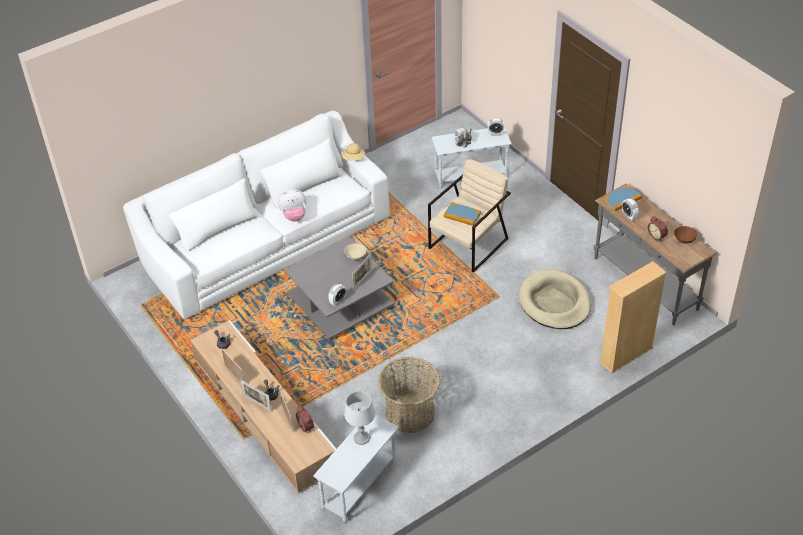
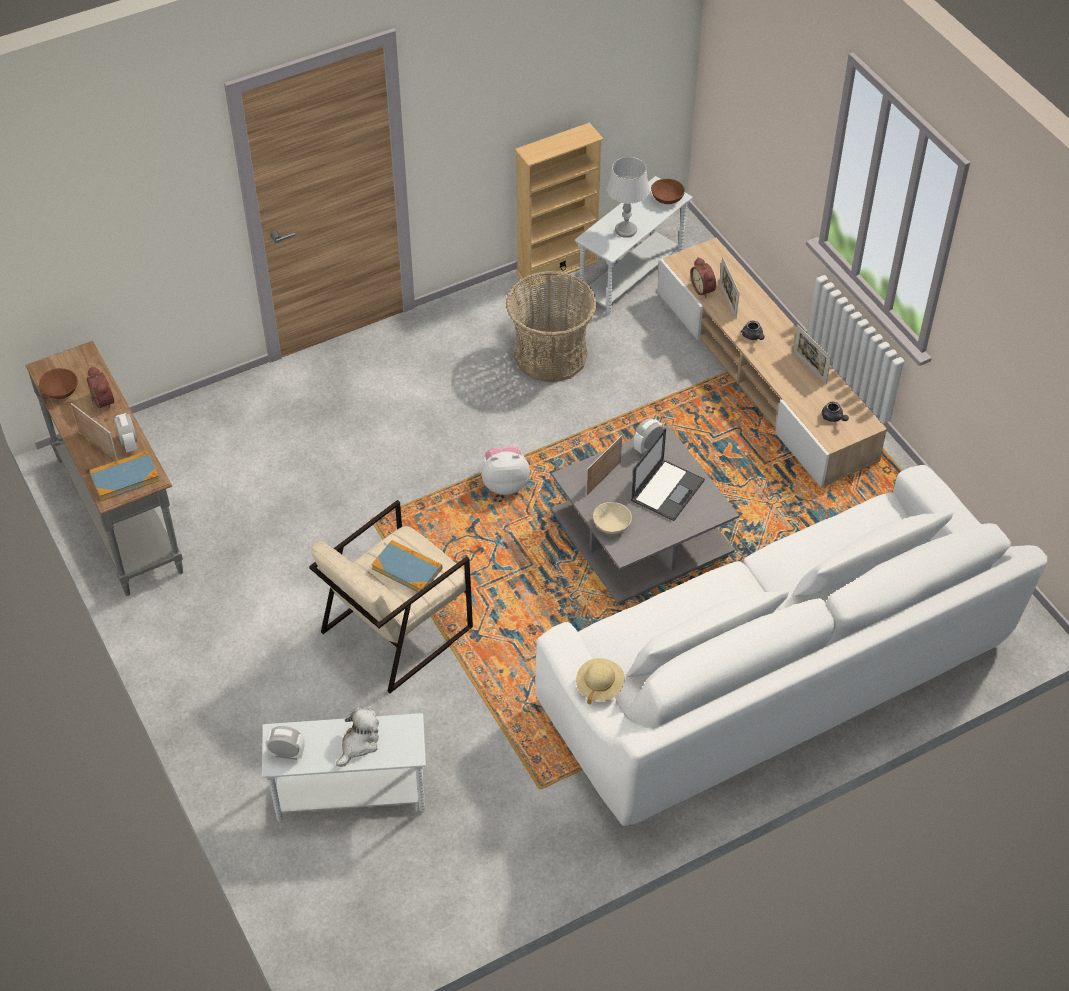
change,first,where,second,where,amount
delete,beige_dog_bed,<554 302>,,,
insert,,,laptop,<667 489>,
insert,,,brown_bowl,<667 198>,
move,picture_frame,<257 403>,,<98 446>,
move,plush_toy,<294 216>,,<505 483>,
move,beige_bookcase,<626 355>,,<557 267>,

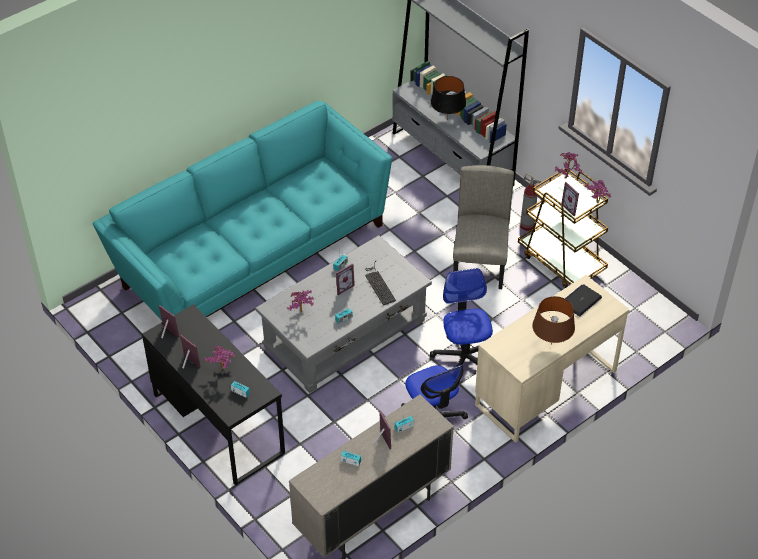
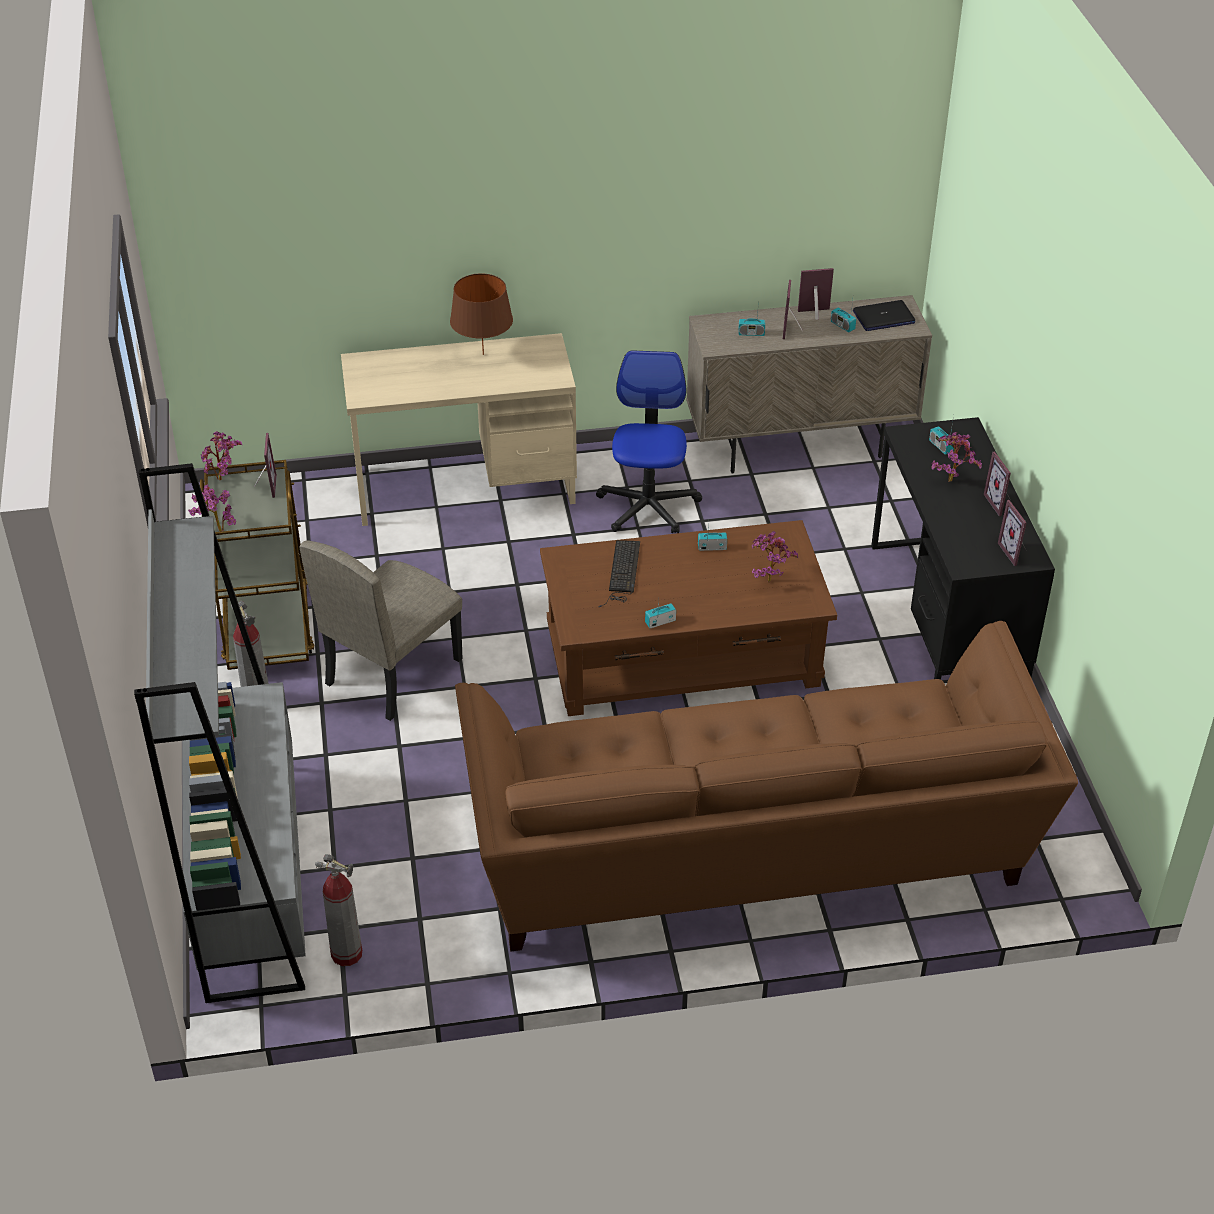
change,first,where,second,where,amount
delete,office_chair,<464 357>,,,
delete,black_table_lamp,<447 120>,,,
insert,,,fire_extinguisher,<346 953>,
move,picture_frame,<342 287>,,<815 314>,
move,laptop,<581 300>,,<883 317>,
recolor,turquoise_sofa,<251 251>,brown_sofa,<748 854>,
recolor,grey_coffee_table,<346 334>,brown_coffee_table,<681 656>,

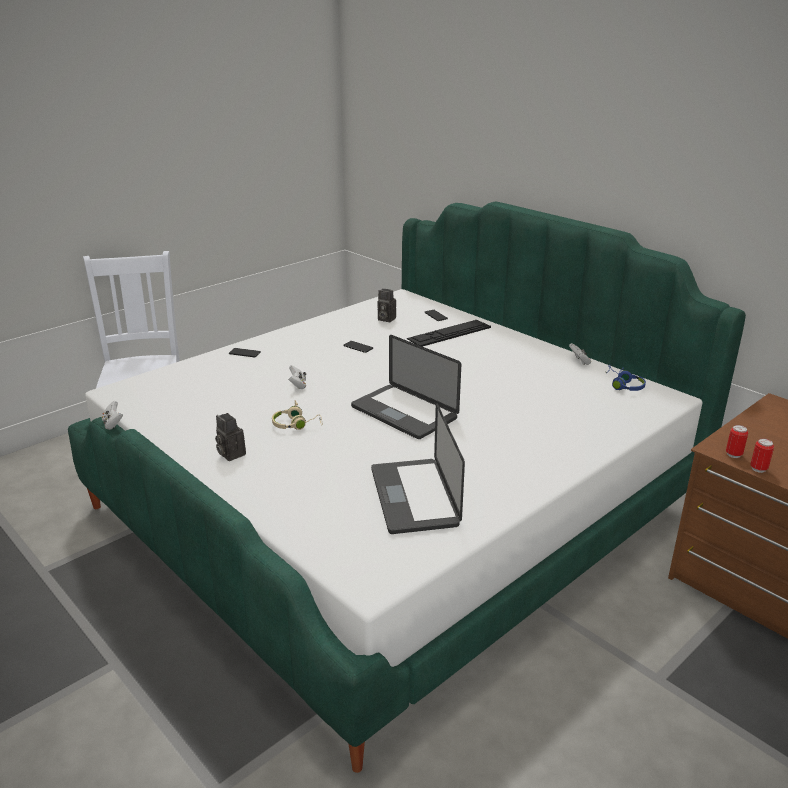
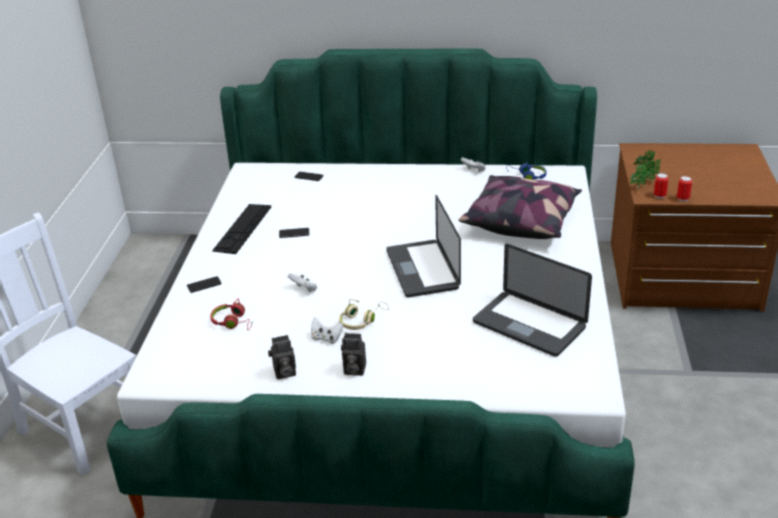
change,first,where,second,where,amount
insert,,,red_headphones,<233 322>,
insert,,,pillow,<521 221>,
insert,,,potted_plant,<641 186>,
move,white_game_controller,<113 424>,,<326 338>,
move,photo_camera,<385 319>,,<283 373>,
move,keyboard,<449 333>,,<242 228>,
rotate,laptop,<404 413>,,<422 270>,75 degrees clockwise

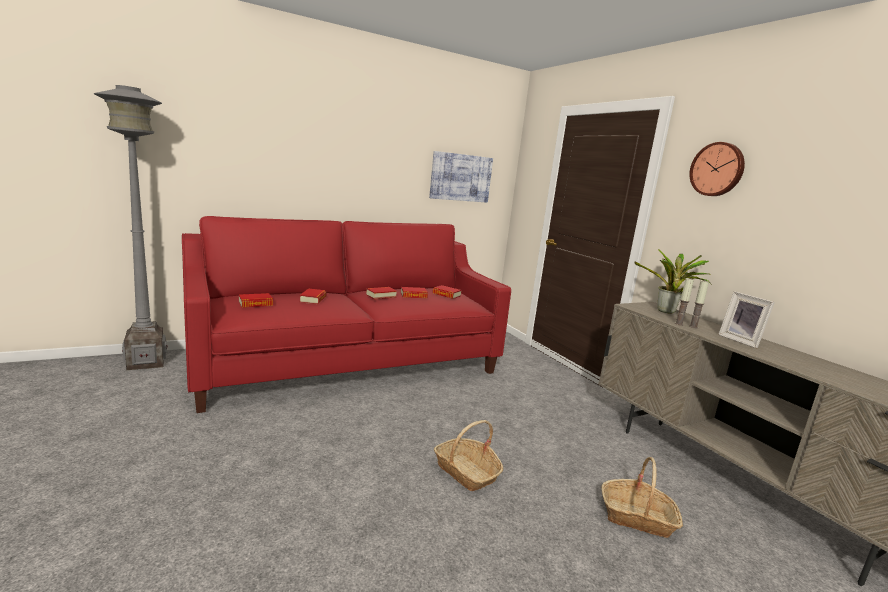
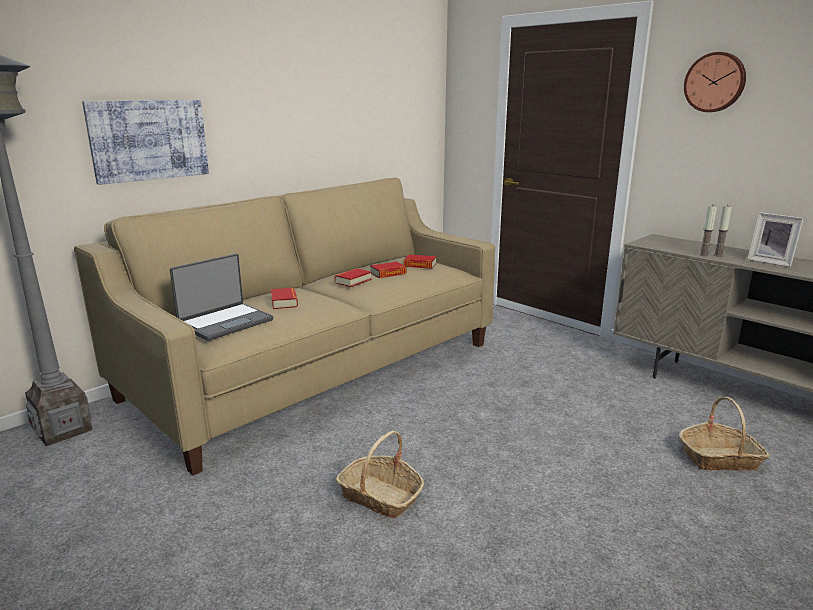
change,first,where,second,where,amount
delete,potted_plant,<667 312>,,,
move,picture,<460 177>,,<149 140>,
move,basket,<466 472>,,<380 496>,
replace,book,<255 304>,laptop,<225 322>,
recolor,red_sofa,<347 362>,beige_sofa,<316 370>,

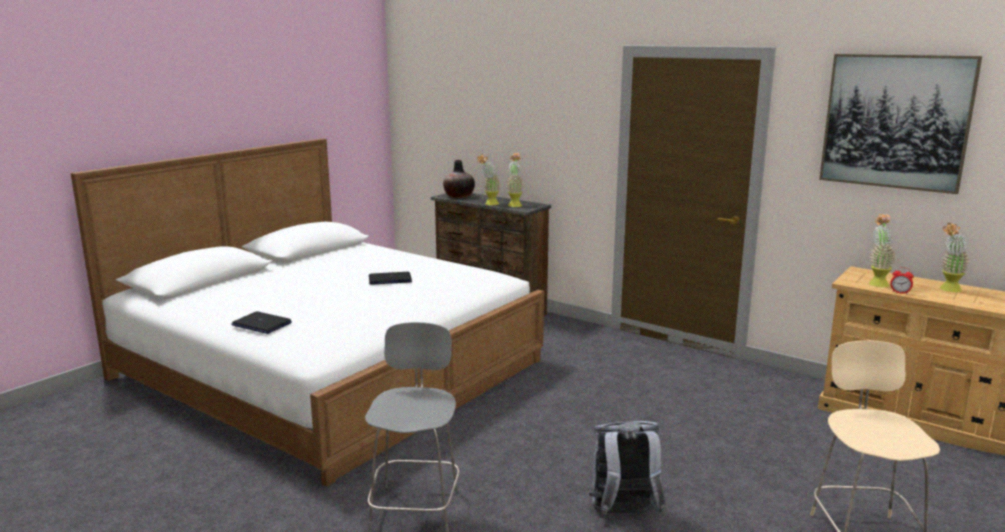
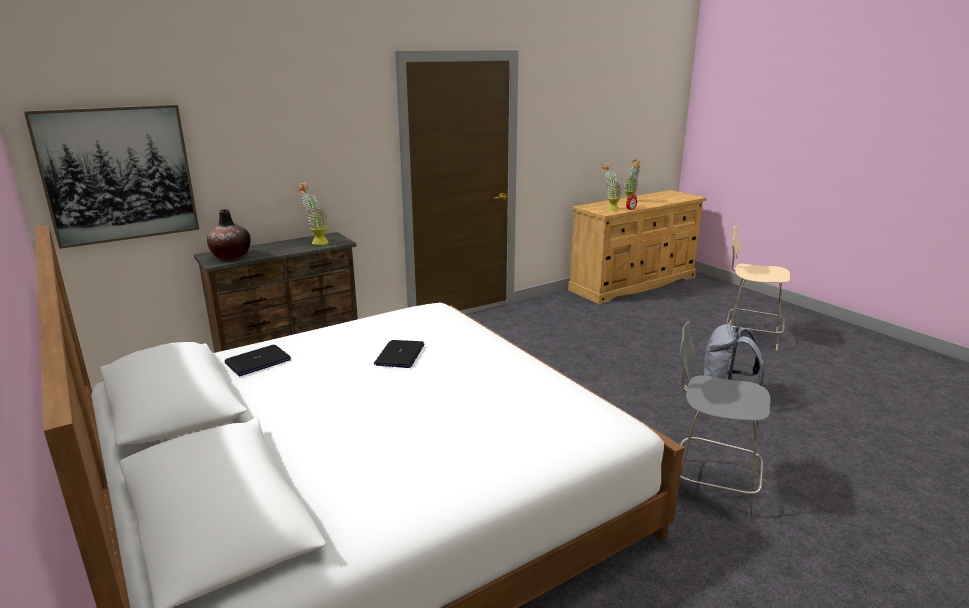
change,first,where,second,where,amount
delete,potted_plant,<489 204>,,,
move,laptop,<261 324>,,<258 362>,
move,picture,<895 121>,,<118 174>,

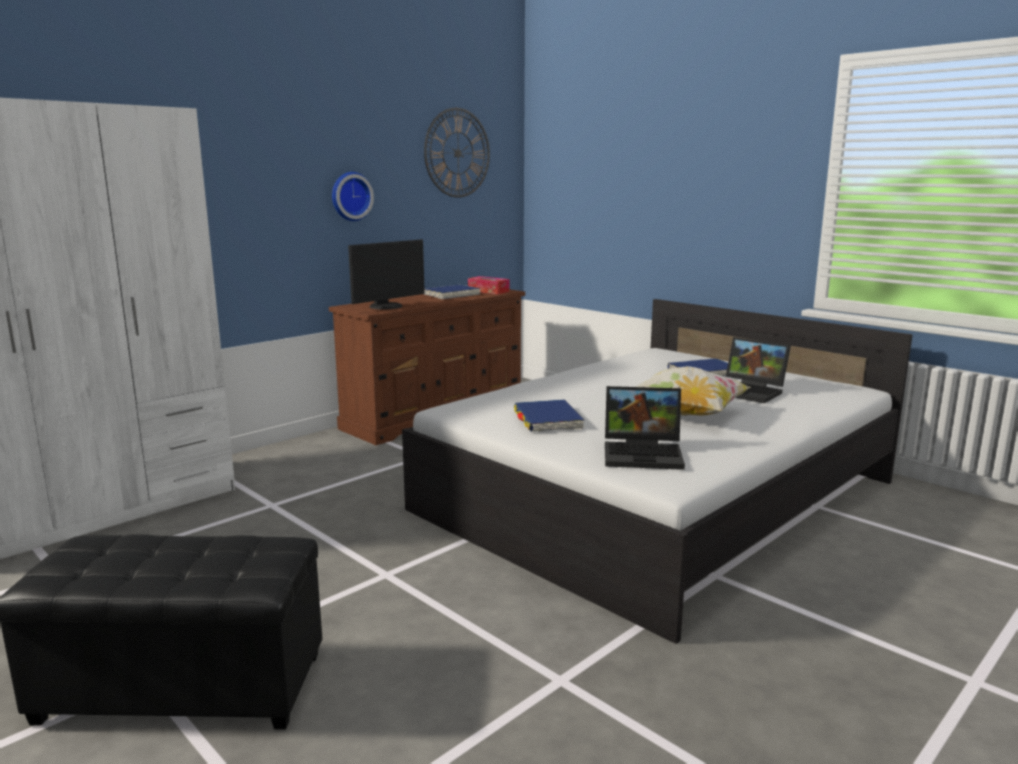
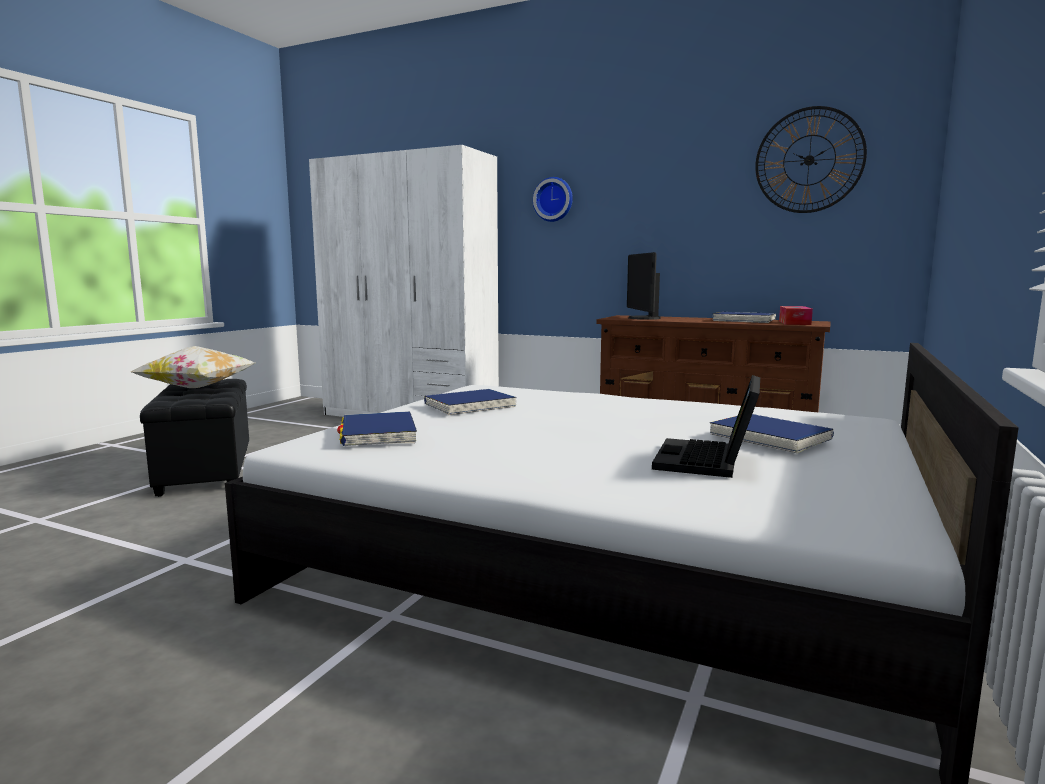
change,first,where,second,where,amount
move,wall_clock,<350 196>,,<554 199>,
move,pillow,<686 414>,,<198 387>,
replace,laptop,<644 454>,blue_book,<378 434>,
rotate,monitor,<387 307>,,<642 318>,60 degrees clockwise

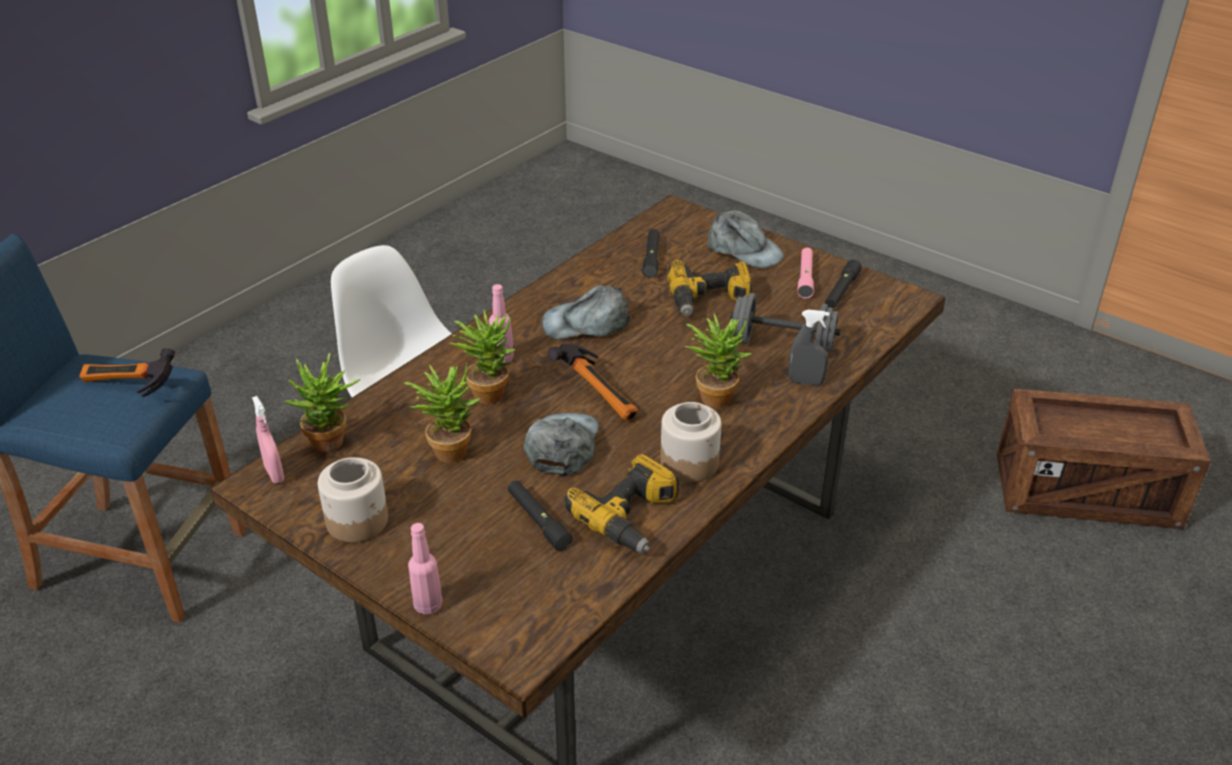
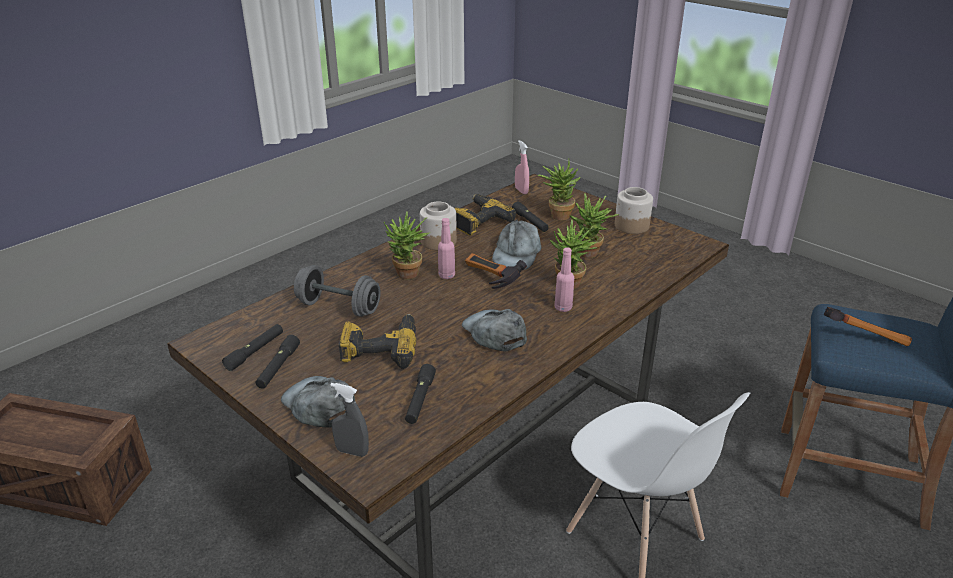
change,first,where,second,where,amount
move,pink_spray_bottle,<274 474>,,<521 191>,
move,potted_plant,<331 445>,,<557 214>,
move,pink_bottle,<428 605>,,<446 275>,
move,grey_spray_bottle,<806 382>,,<352 451>,
recolor,pink_flashlight,<805 278>,black_flashlight,<278 367>,
rotate,grey_cap,<586 323>,,<494 333>,120 degrees counterclockwise

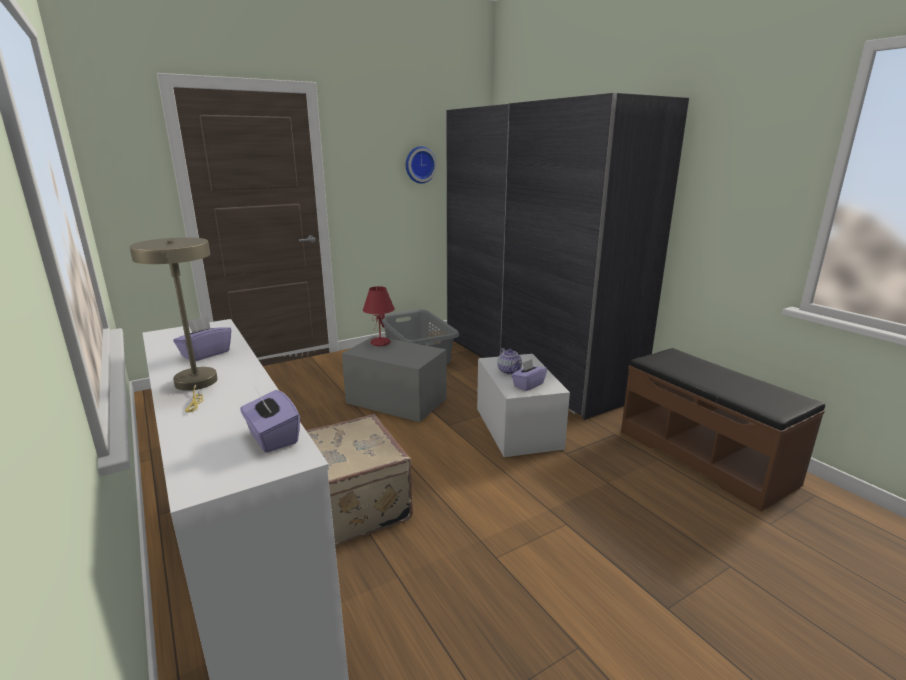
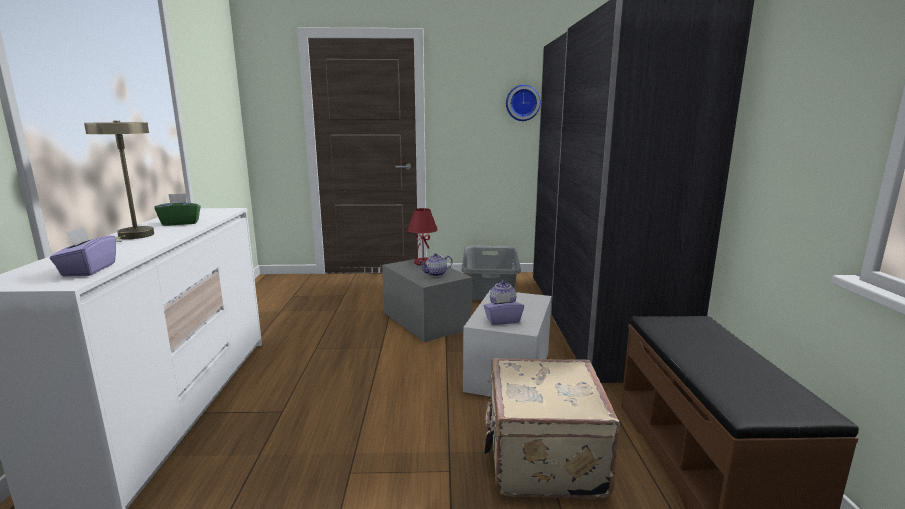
change,first,where,second,where,amount
insert,,,teapot,<436 274>,
move,beige_suitcase,<351 507>,,<542 458>,
recolor,purple_tissue_box,<205 354>,green_tissue_box,<180 223>,

